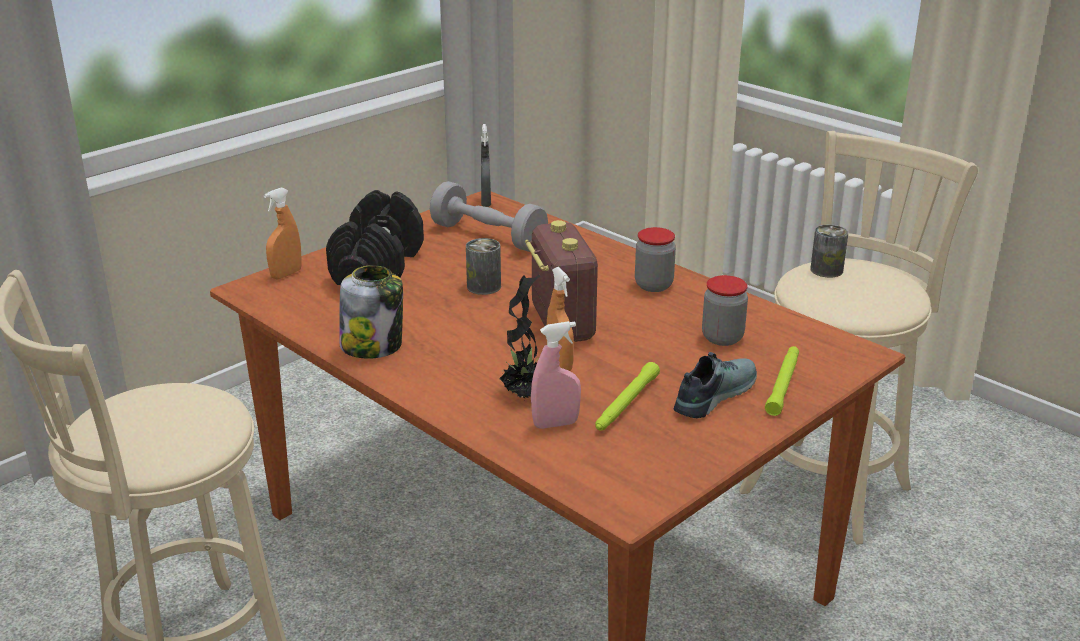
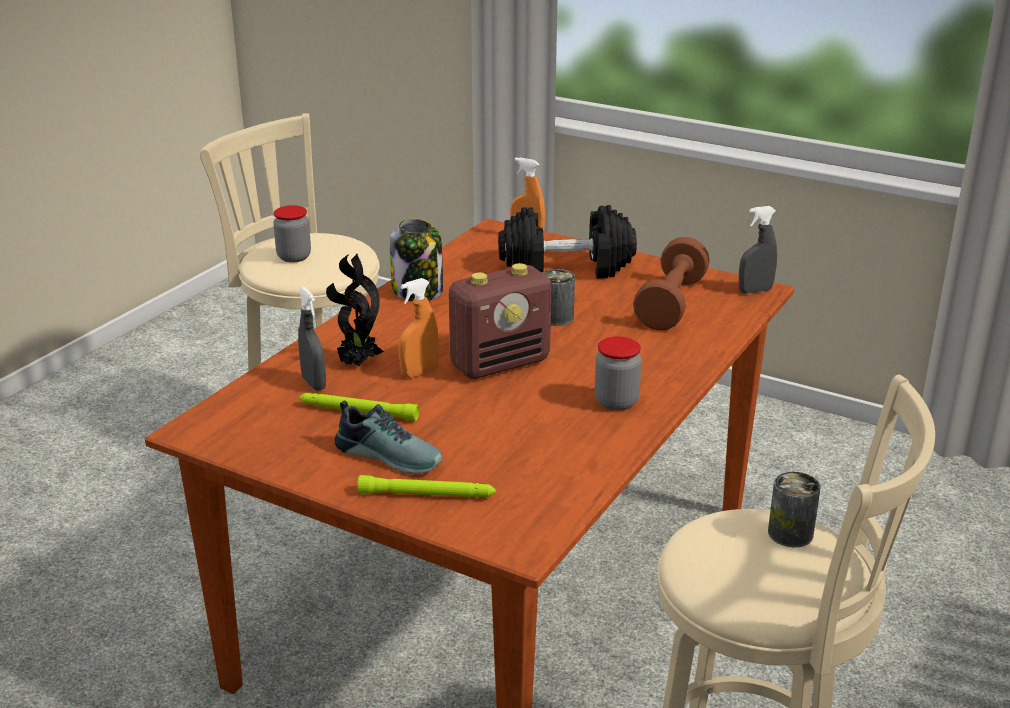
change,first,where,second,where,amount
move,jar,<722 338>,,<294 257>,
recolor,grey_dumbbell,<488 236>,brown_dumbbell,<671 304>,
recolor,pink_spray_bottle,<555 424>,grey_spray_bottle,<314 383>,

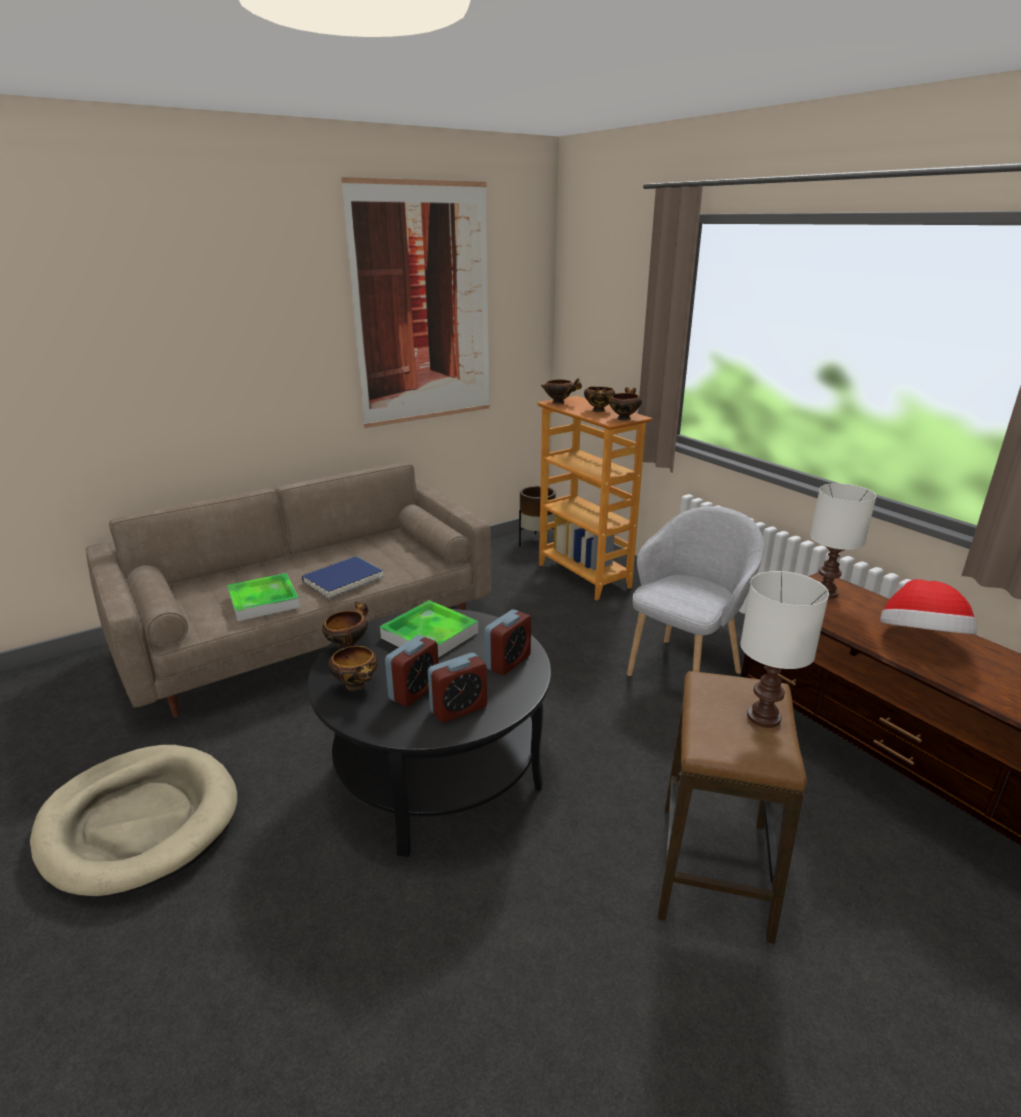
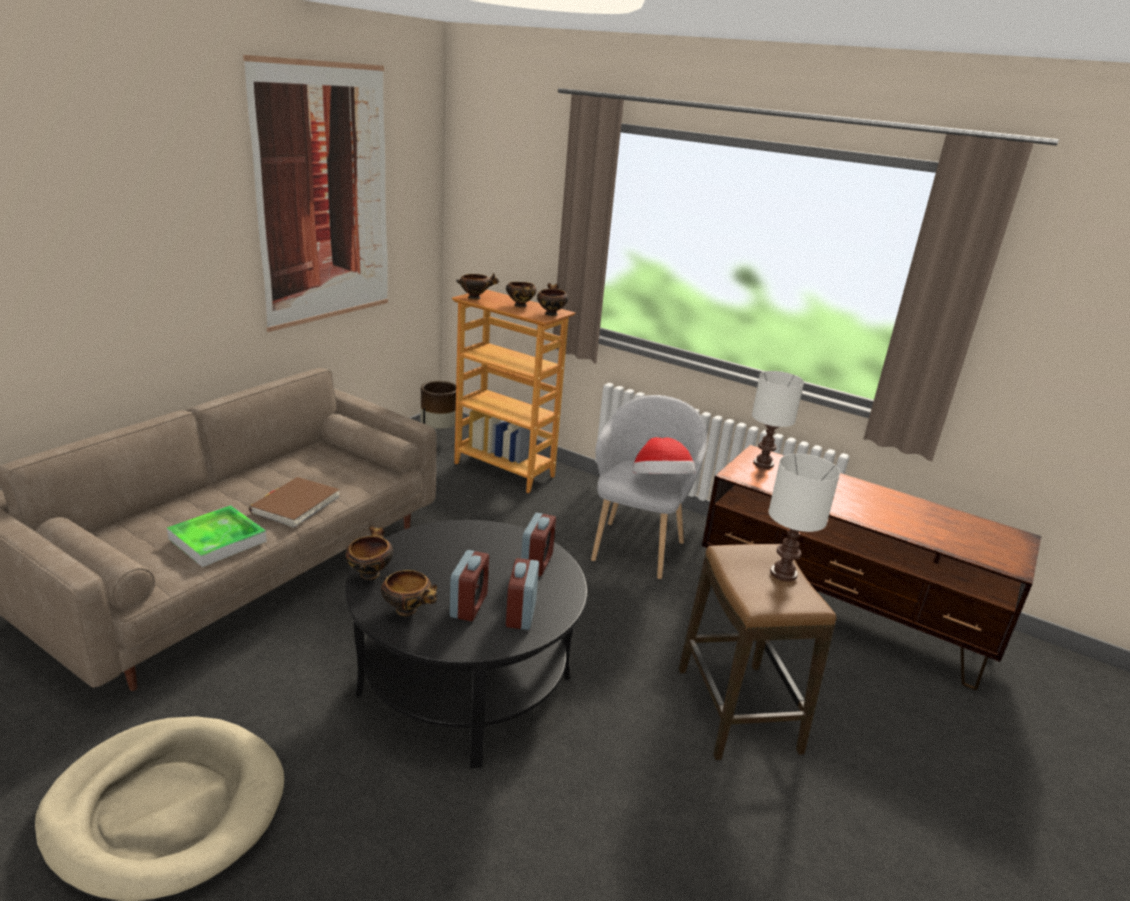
change,first,where,second,where,amount
delete,tray,<429 635>,,,
move,hat,<919 641>,,<660 483>,
recolor,blue_book,<343 580>,brown_book,<295 505>,
rotate,alarm_clock,<458 709>,,<521 614>,150 degrees clockwise

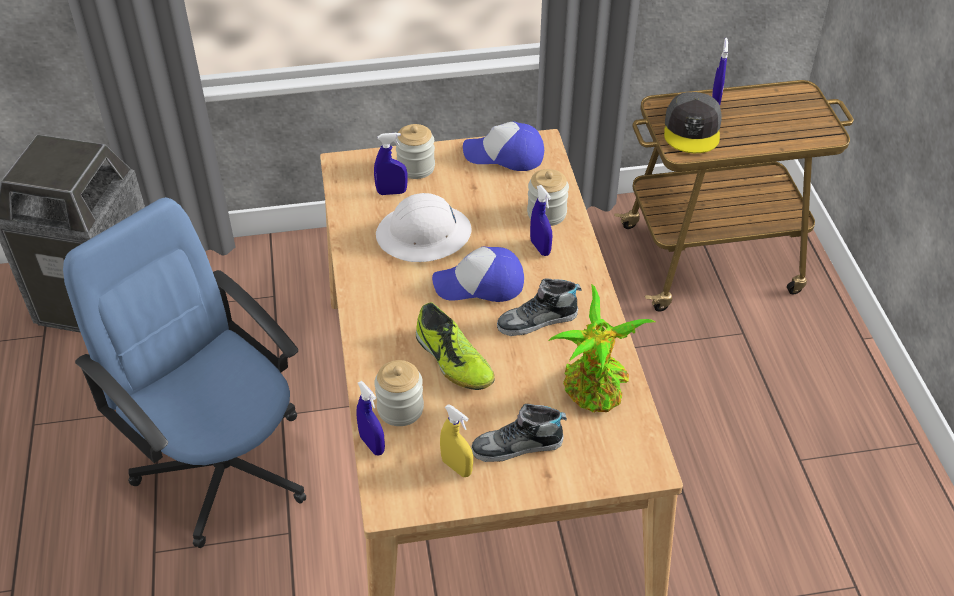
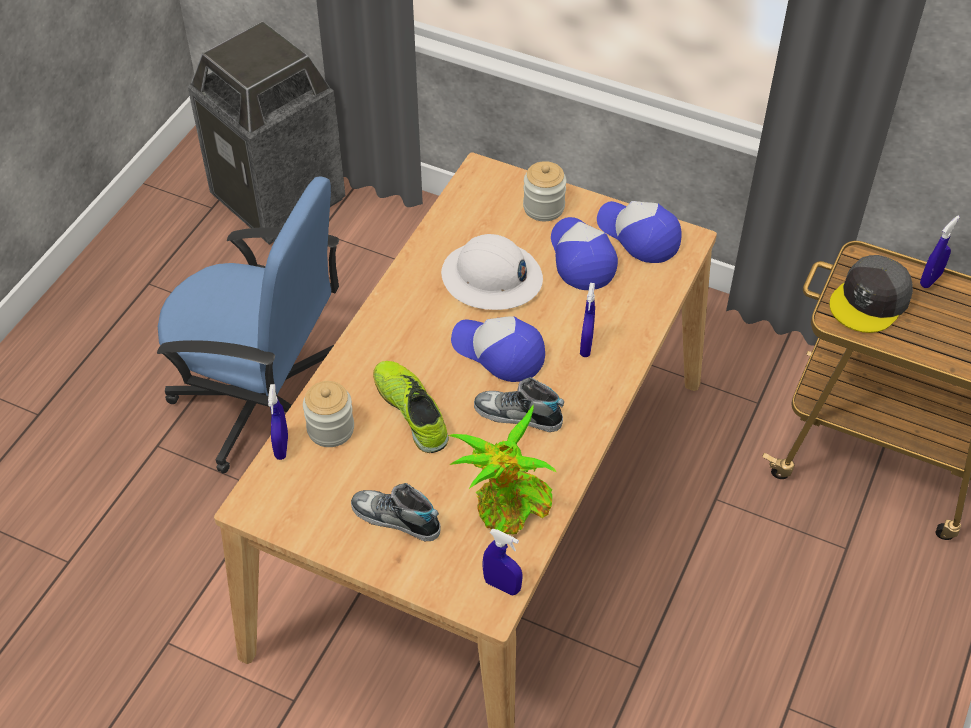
change,first,where,second,where,amount
delete,yellow_spray_bottle,<456 467>,,,
delete,jar,<546 213>,,,
insert,,,cap,<581 258>,
move,blue_spray_bottle,<392 192>,,<502 585>,
rotate,blue_office_chair,<224 466>,,<263 403>,120 degrees clockwise
rotate,shoe,<453 361>,,<411 411>,150 degrees clockwise

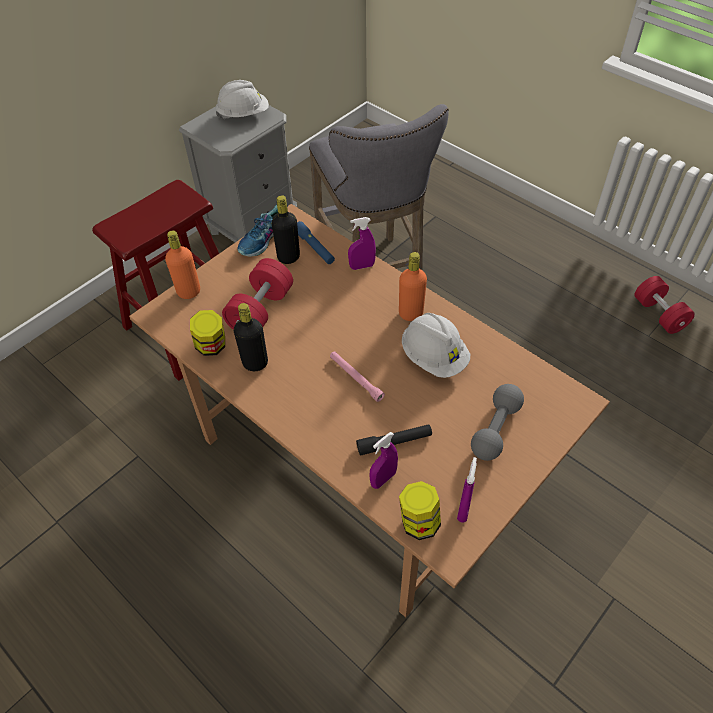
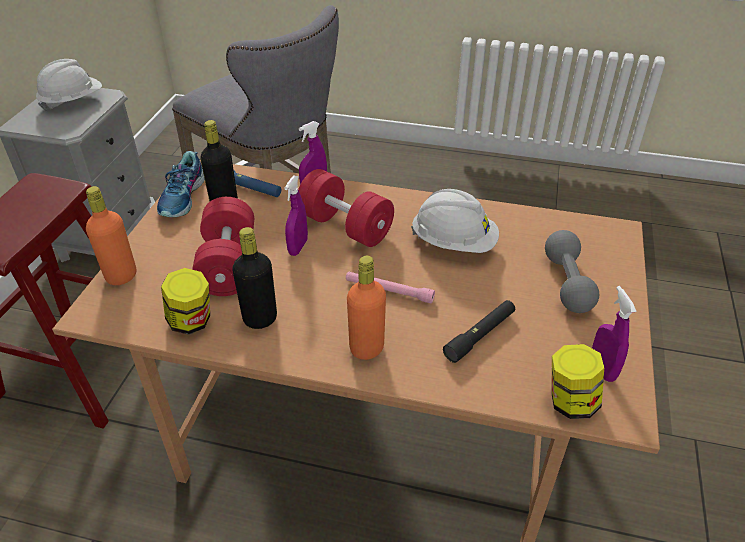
change,first,where,second,where,amount
move,purple_spray_bottle,<383 479>,,<298 247>,
move,orange_bottle,<410 313>,,<366 348>,
move,red_dumbbell,<659 314>,,<345 226>,

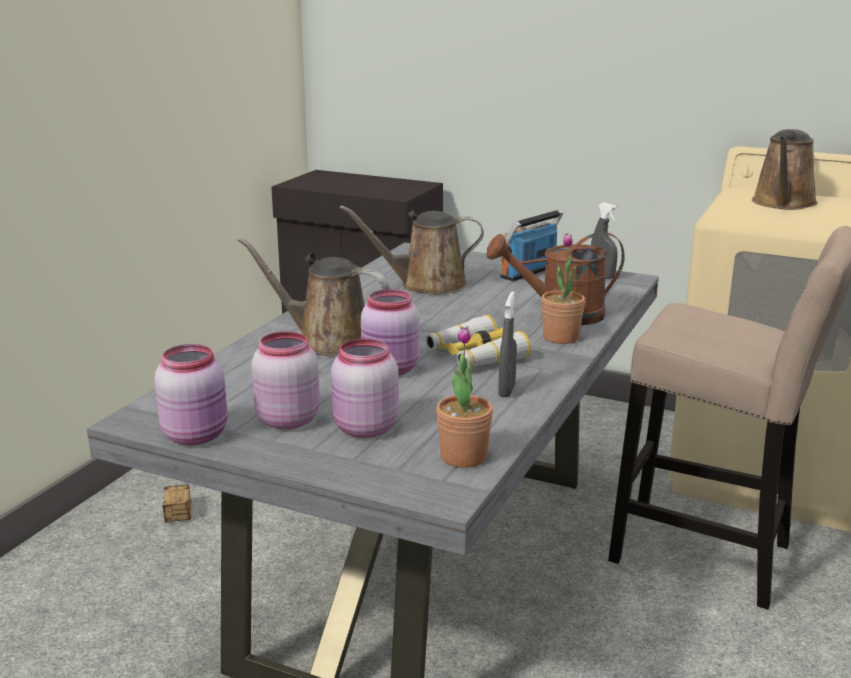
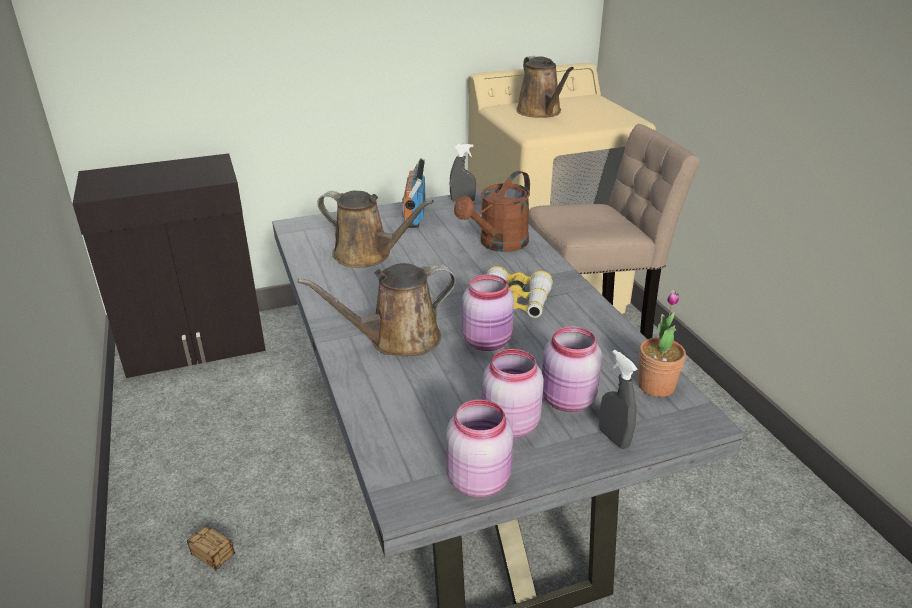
change,first,where,second,where,amount
delete,potted_plant,<561 337>,,,
move,grey_spray_bottle,<506 390>,,<613 438>,
rotate,brown_watering_can,<426 285>,,<367 255>,105 degrees counterclockwise

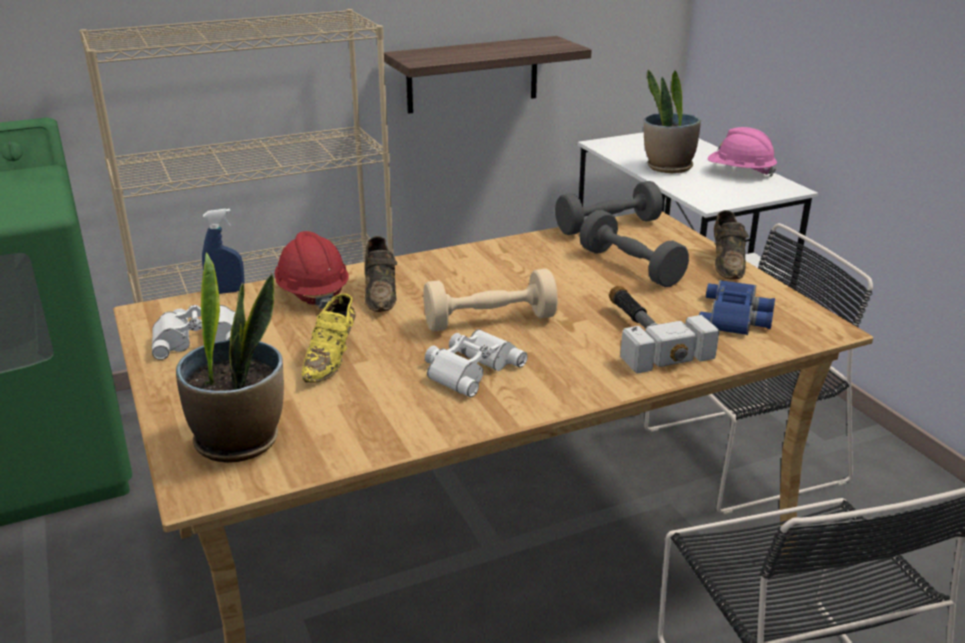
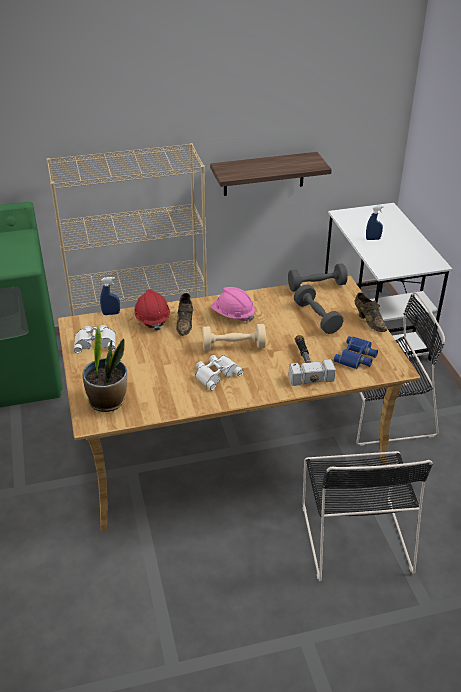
change,first,where,second,where,amount
delete,yellow_shoe,<332 359>,,,
move,pink_hard_hat,<740 173>,,<233 315>,
replace,potted_plant,<668 167>,blue_spray_bottle,<373 239>,
rotate,brown_shoe,<727 264>,,<369 321>,45 degrees counterclockwise

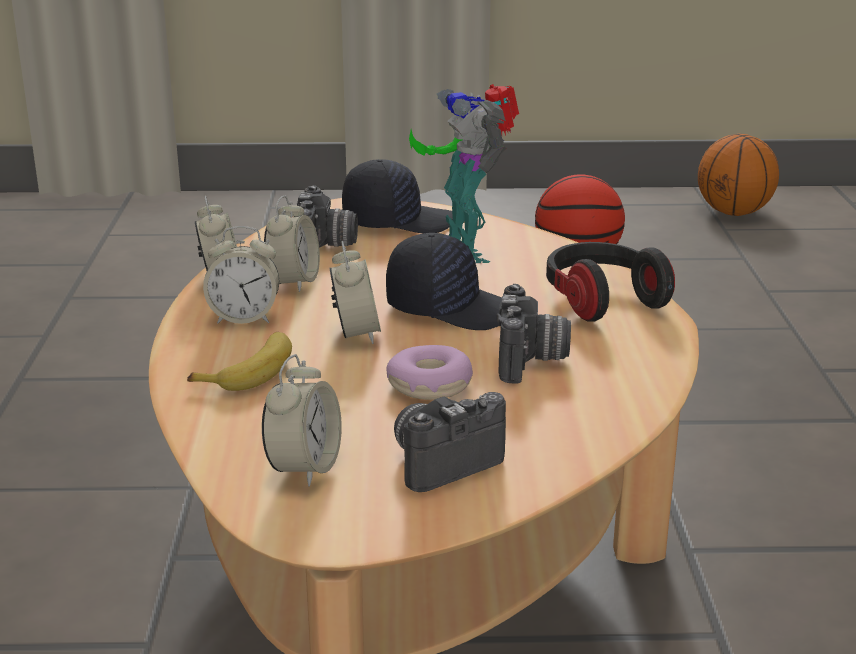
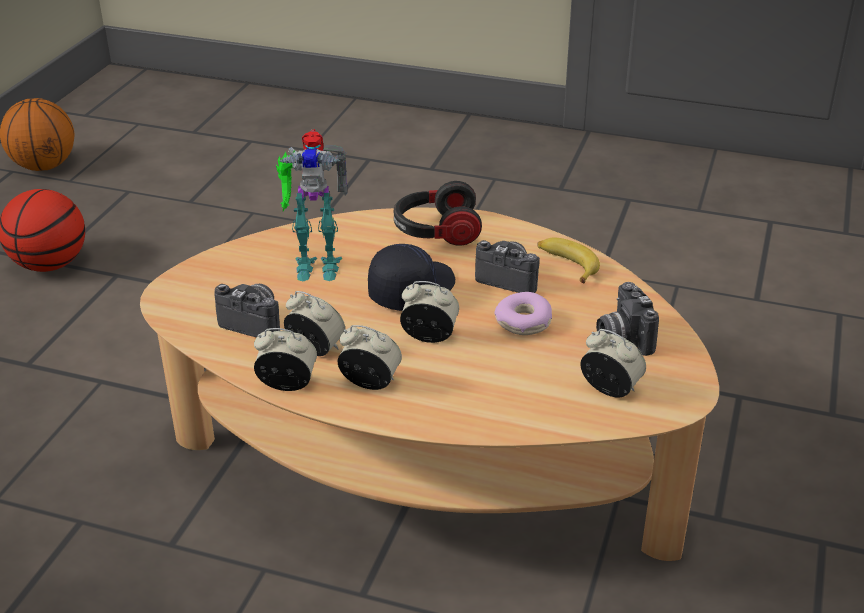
change,first,where,second,where,amount
delete,black_cap,<398 221>,,,
move,banana,<250 371>,,<566 265>,
rotate,alarm_clock,<244 318>,,<370 383>,90 degrees counterclockwise

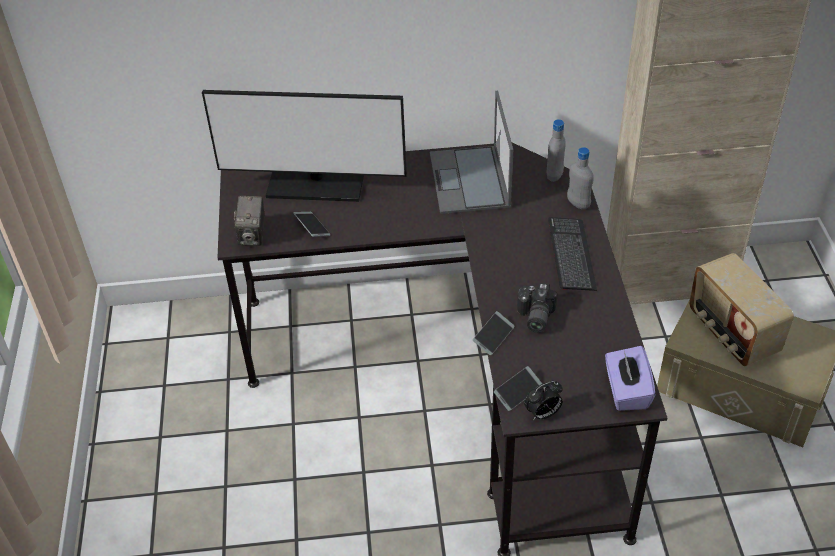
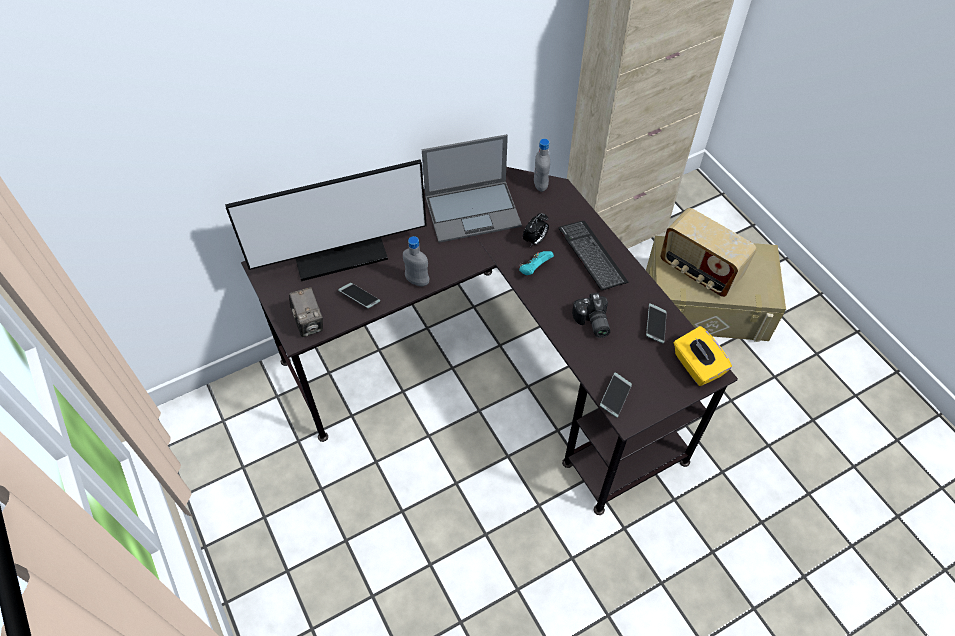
change,first,where,second,where,amount
insert,,,turquoise_game_controller,<534 269>,
move,phone,<493 336>,,<655 326>,
move,alarm_clock,<542 414>,,<535 240>,
move,grey_bottle,<578 204>,,<417 281>,
recolor,purple_tissue_box,<626 391>,yellow_tissue_box,<696 366>,
rotate,laptop,<470 181>,,<473 210>,75 degrees counterclockwise

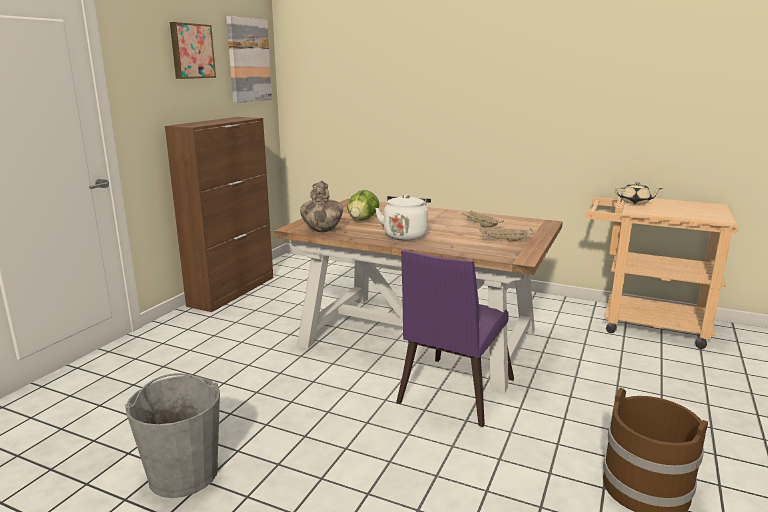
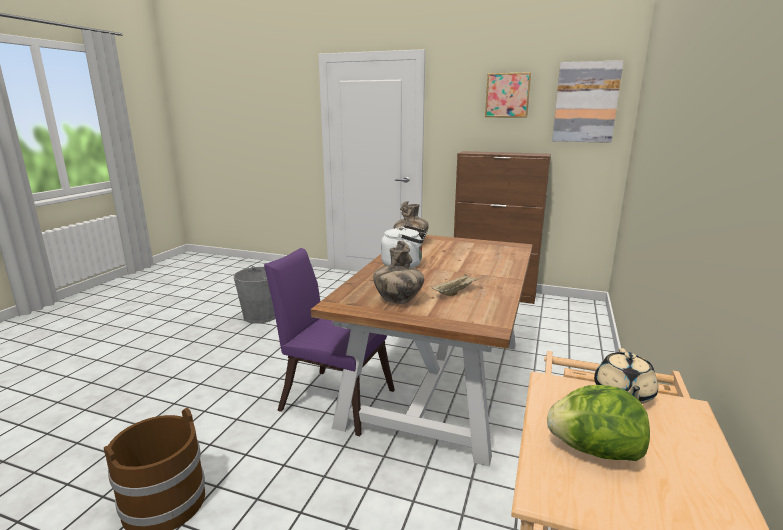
change,first,where,second,where,amount
move,lettuce,<362 220>,,<594 451>,
replace,beige_tray,<505 240>,vase,<398 301>,

